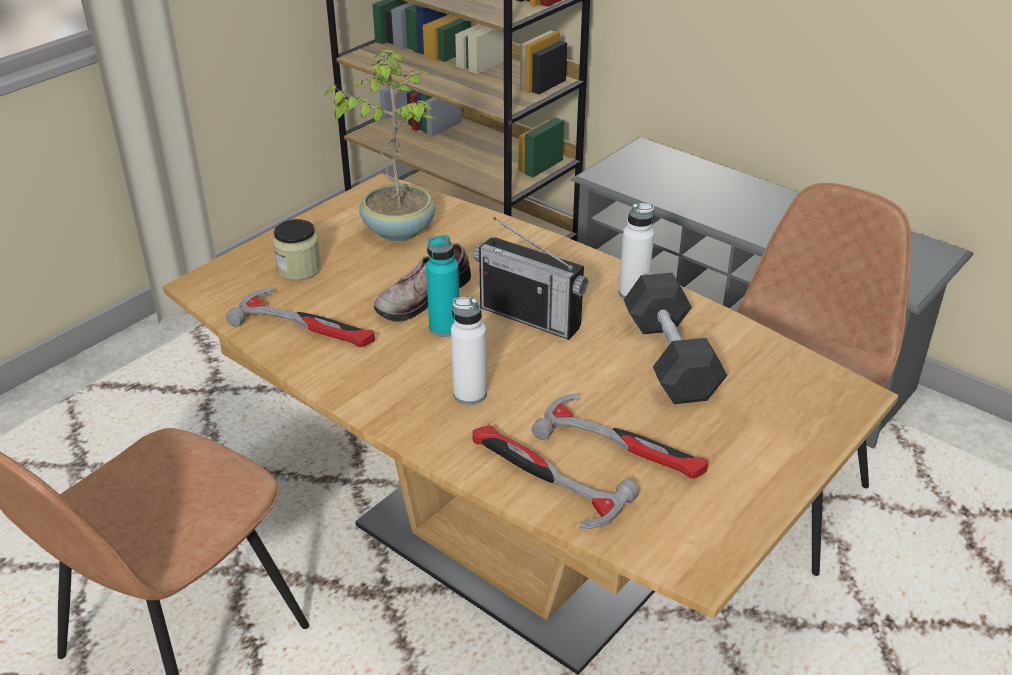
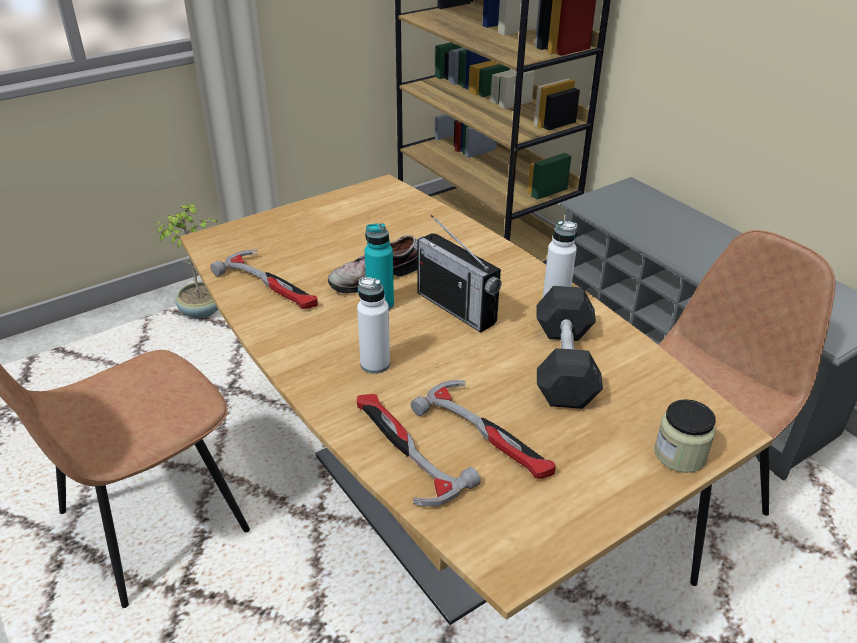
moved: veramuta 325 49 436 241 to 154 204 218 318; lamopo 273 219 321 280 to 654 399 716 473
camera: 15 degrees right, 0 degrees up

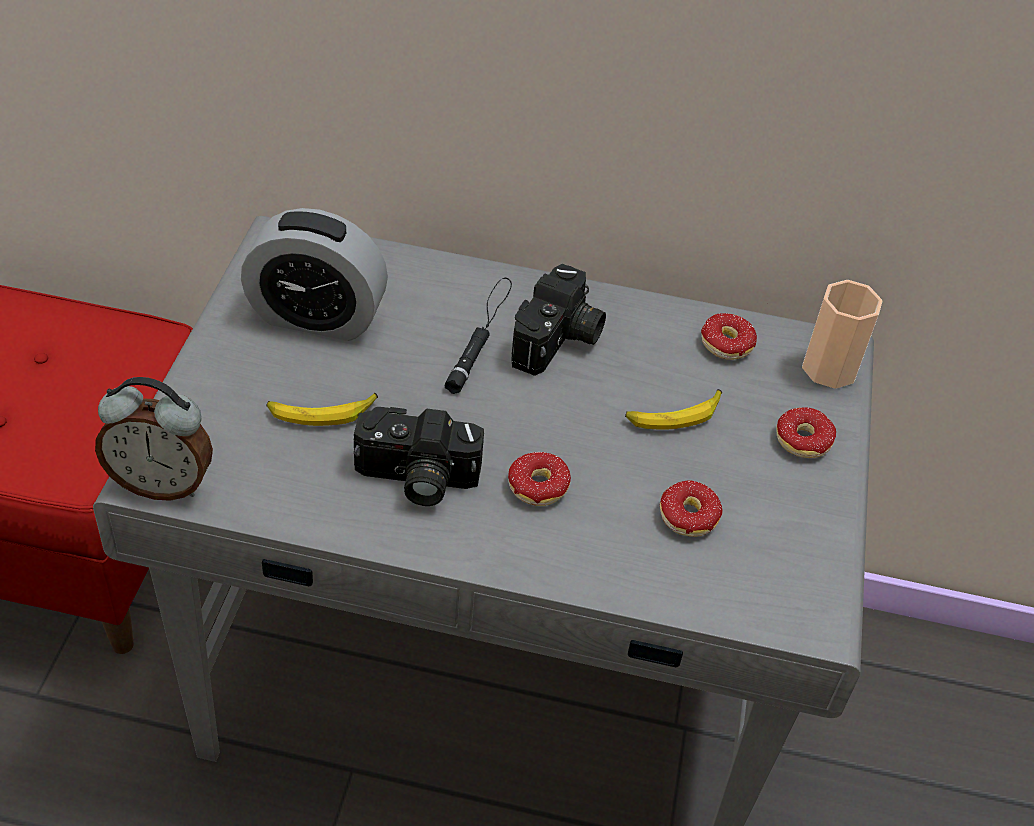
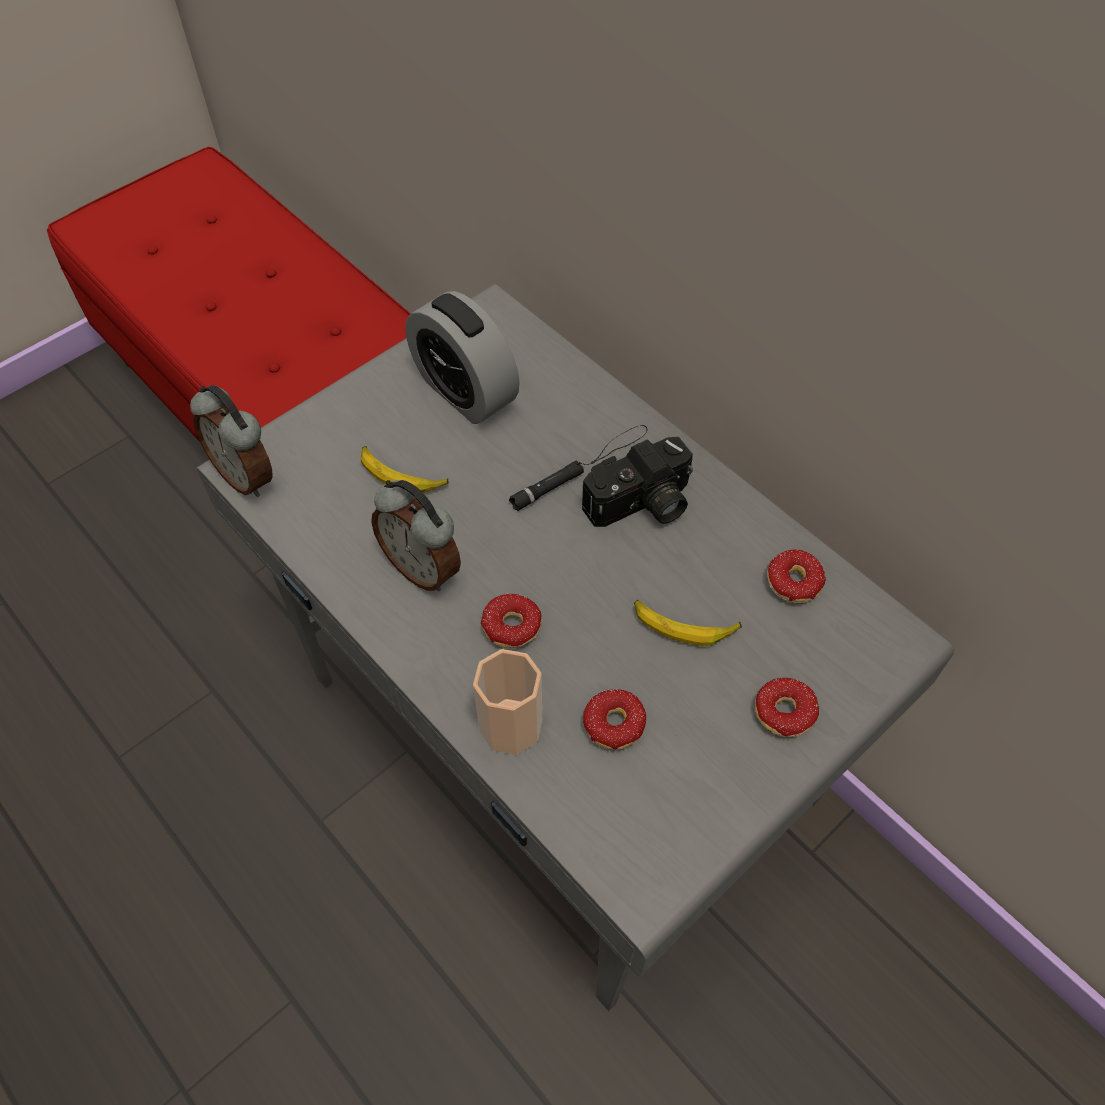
moved: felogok 802 280 883 389 to 473 649 542 755
replaced: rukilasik 353 407 484 506 to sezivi 371 480 461 591
camera: 40 degrees right, 10 degrees up

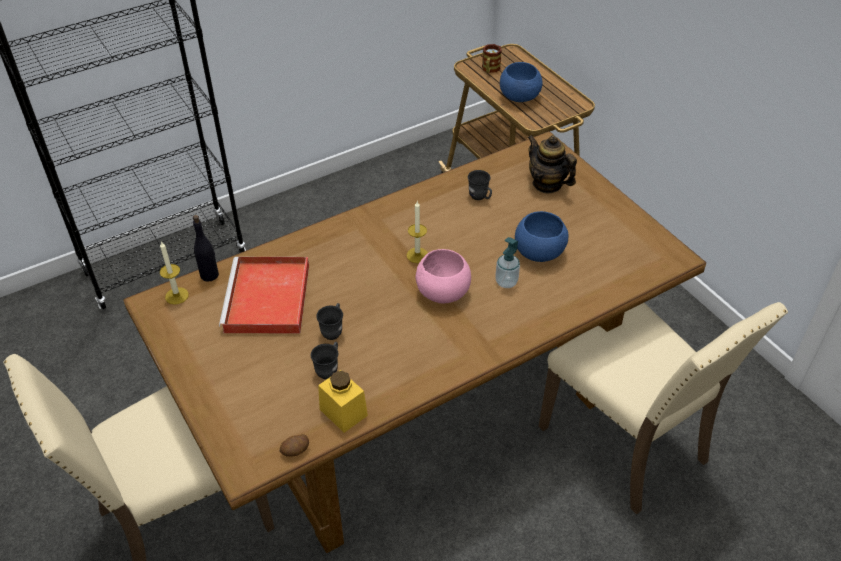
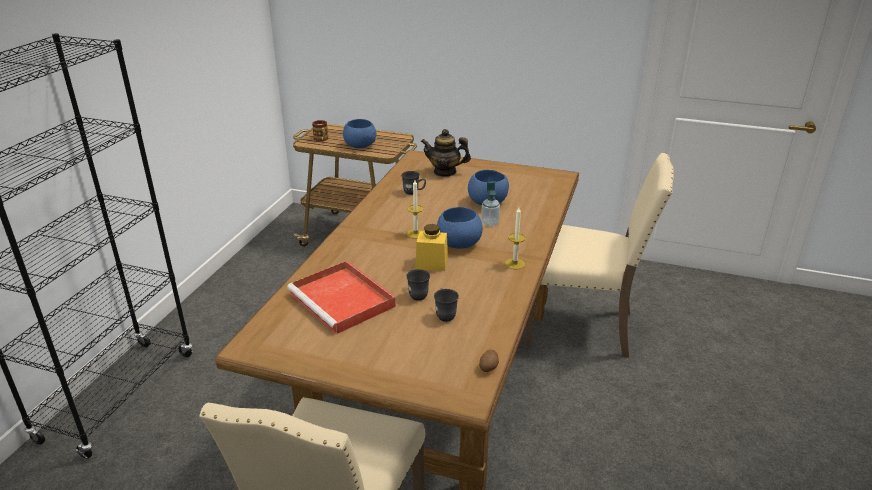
removed: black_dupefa 193 215 219 282
moved: yellow_lamopo 318 370 368 433 to 416 224 448 271; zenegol 160 241 189 305 to 505 207 525 269
recoloured: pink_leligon 416 249 471 303 to blue_leligon 437 207 483 249
camera: 40 degrees left, 15 degrees down

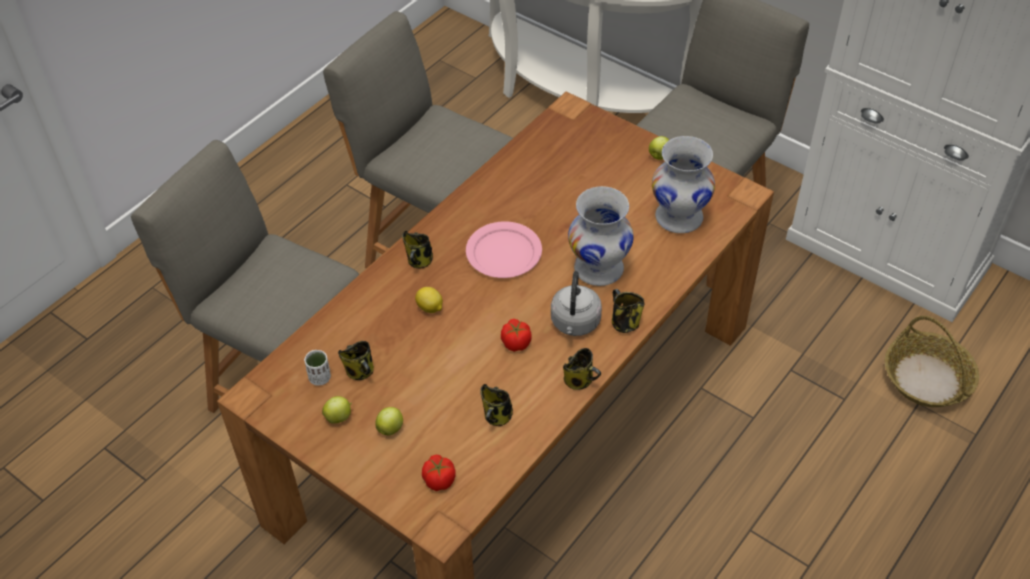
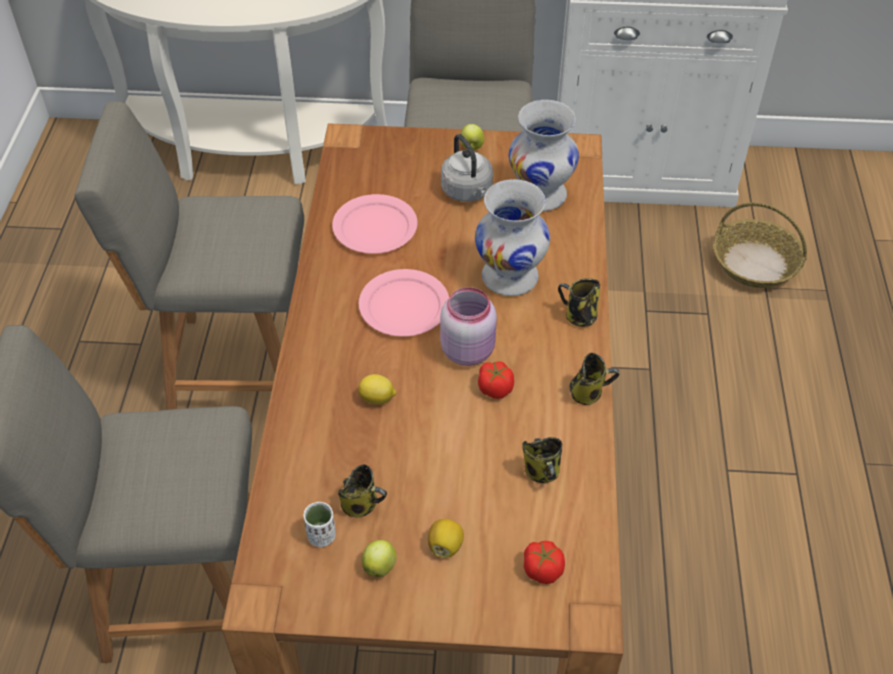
removed: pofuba 402 231 433 268
added: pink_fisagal 332 194 418 254; pink_lamopo 440 287 497 366
moved: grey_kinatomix 551 271 602 336 to 441 134 493 202
replaced: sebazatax 375 407 403 436 to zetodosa 428 519 464 558
camera: 35 degrees left, 0 degrees up

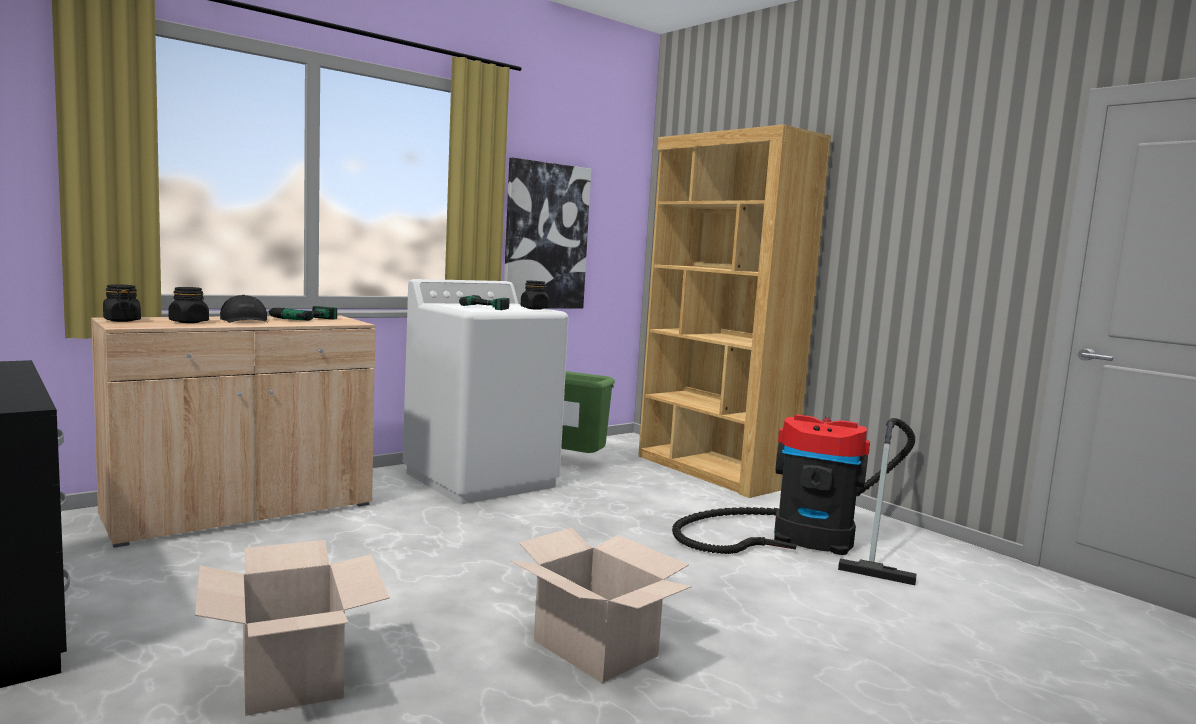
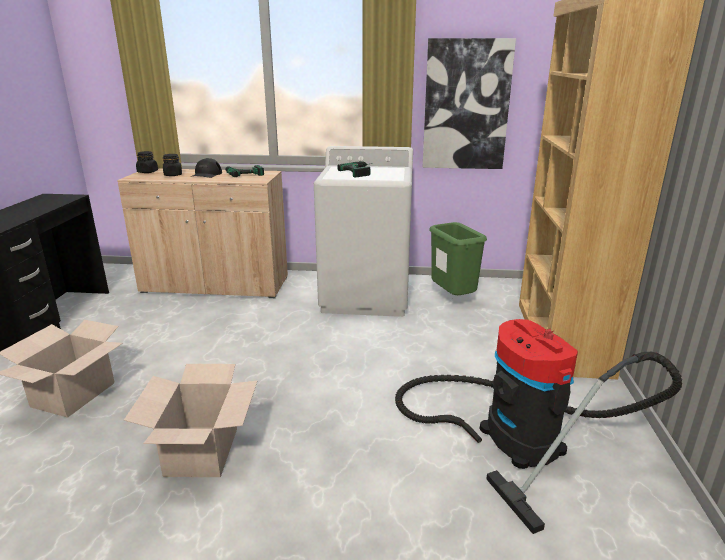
removed: black_lamopo 521 281 549 310
camera: 45 degrees right, 15 degrees up

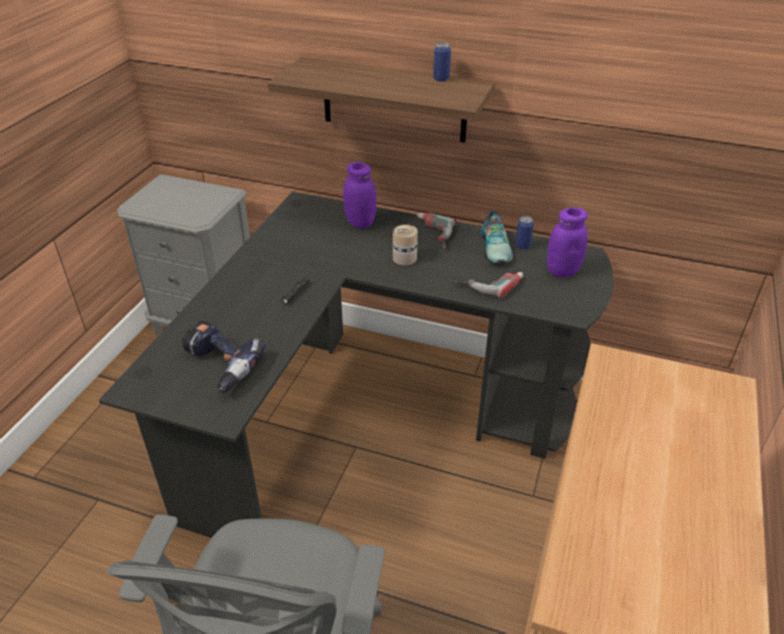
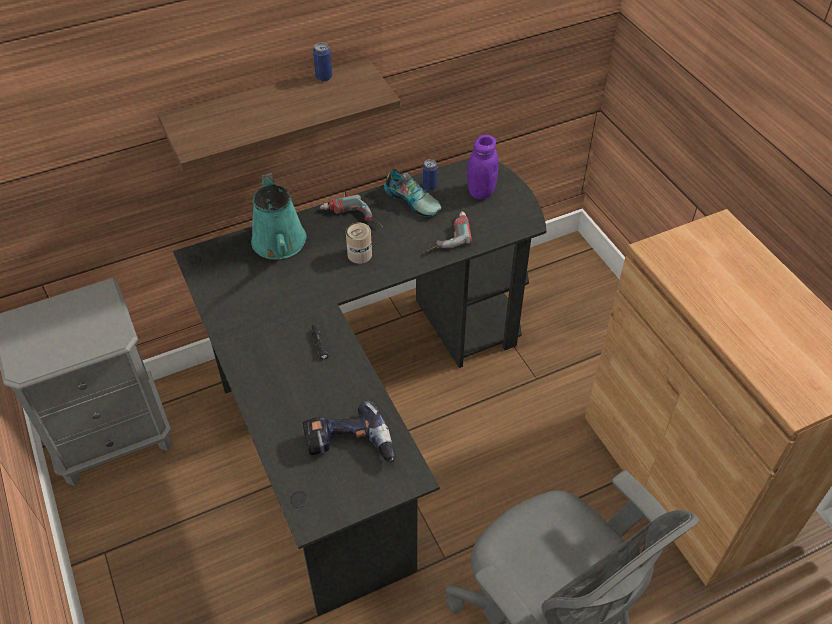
replaced: purple_lamopo 343 162 376 228 to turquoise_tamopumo 251 173 307 259
camera: 45 degrees left, 10 degrees up

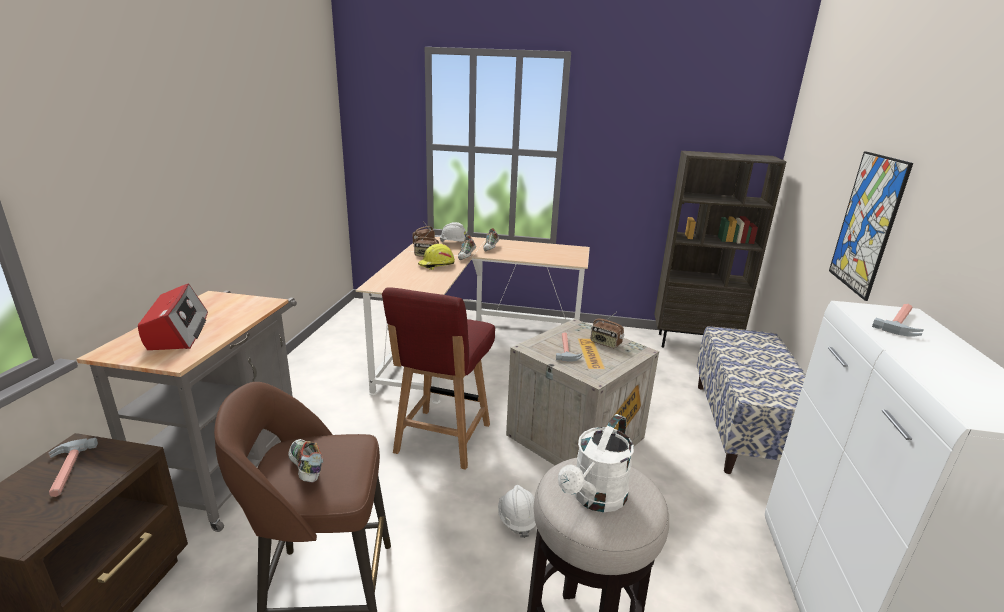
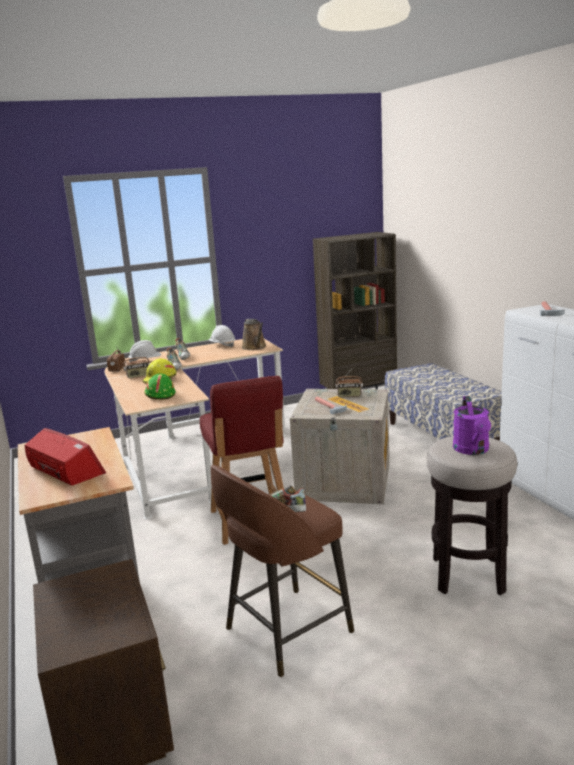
removed: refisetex 48 438 98 497; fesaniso 829 151 913 301
added: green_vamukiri 144 373 176 400; brown_tamopumo 242 319 266 350
moved: white_vamukiri 498 485 536 538 to 208 325 235 348
recoloured: white_tamopumo 558 414 634 512 to purple_tamopumo 453 396 491 455
camera: 30 degrees left, 5 degrees down

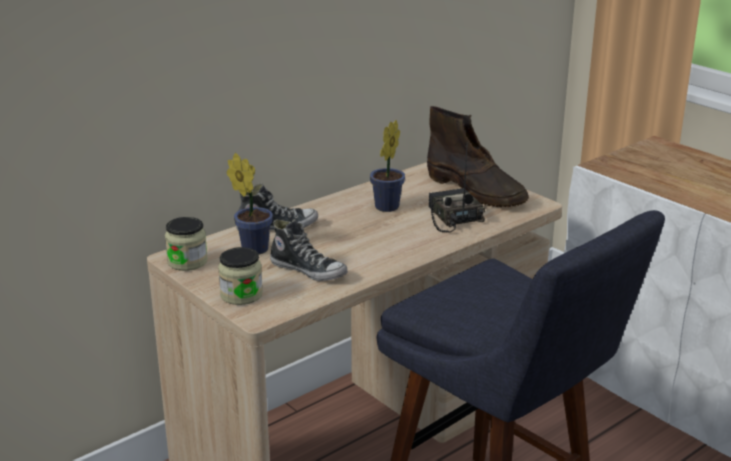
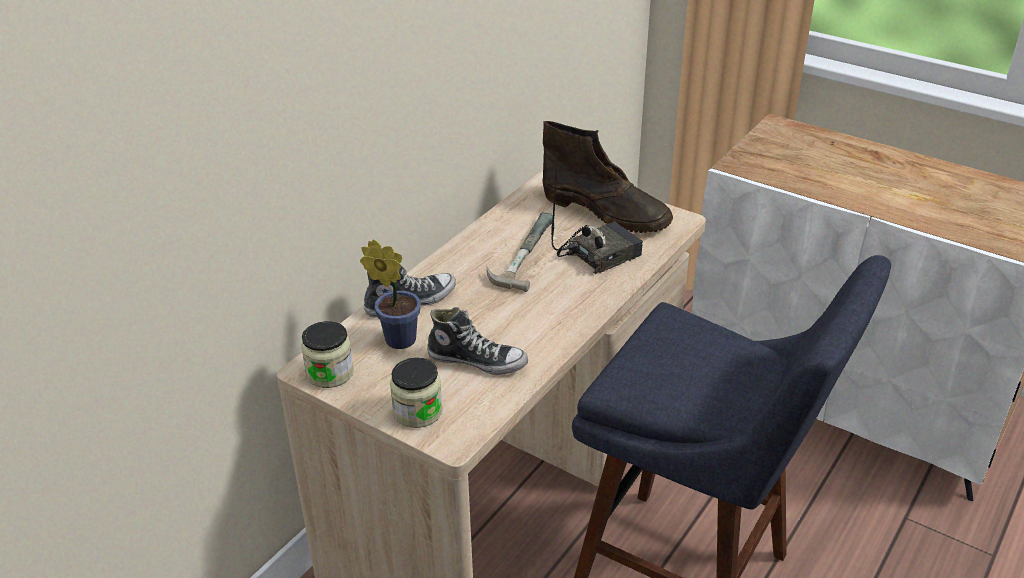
replaced: veramuta 370 120 405 212 to refisetex 486 212 553 292
turned: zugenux 428 142 485 233 = 551 169 643 274 90 degrees clockwise
camera: 15 degrees left, 10 degrees up

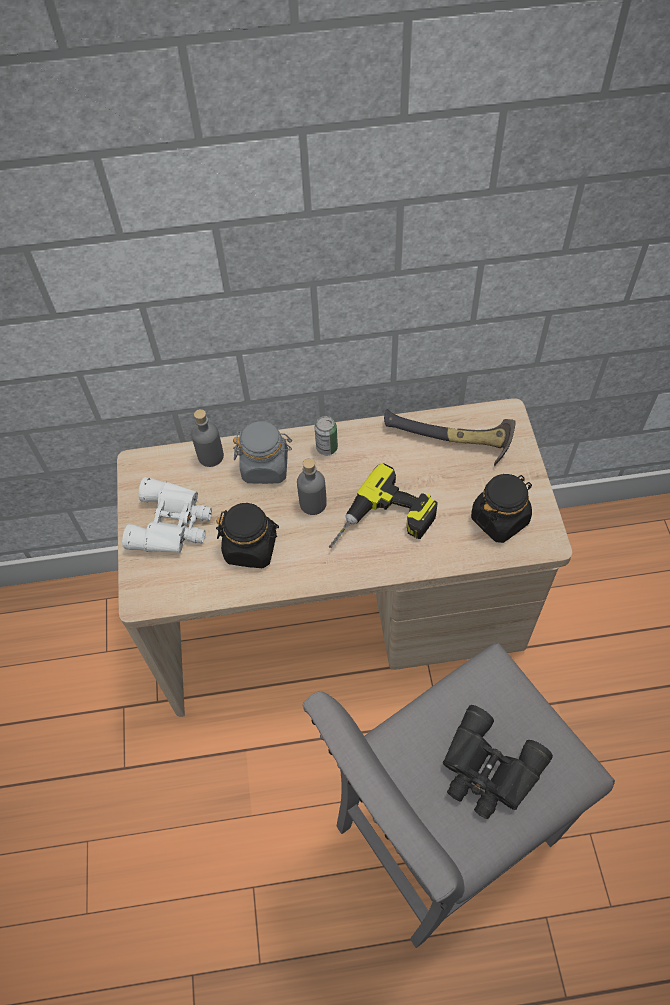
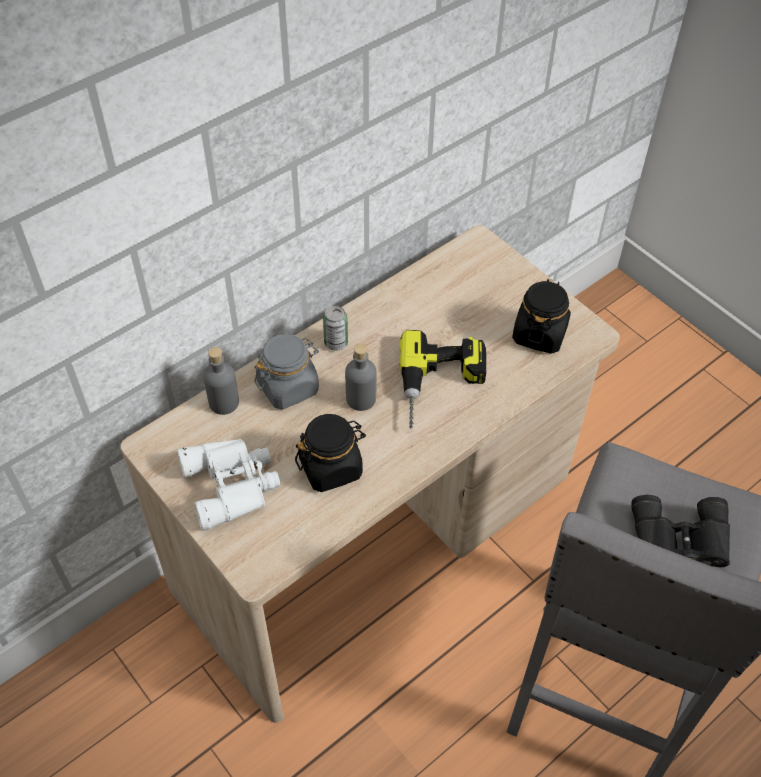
removed: refisetex 384 409 516 466
camera: 35 degrees left, 5 degrees down

